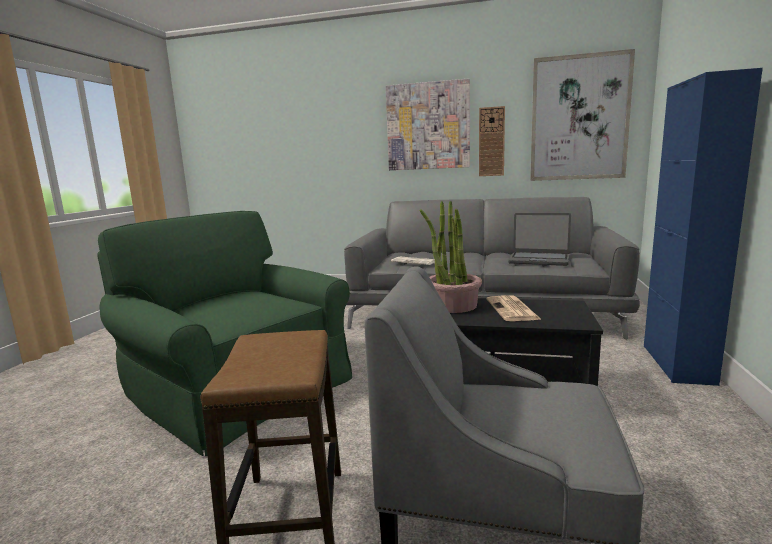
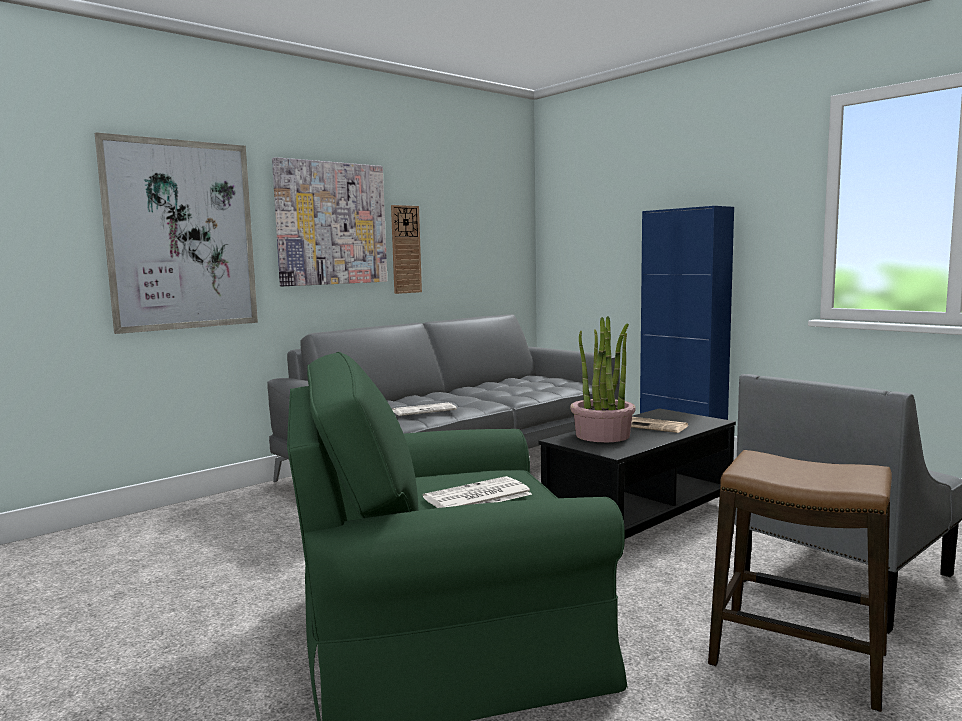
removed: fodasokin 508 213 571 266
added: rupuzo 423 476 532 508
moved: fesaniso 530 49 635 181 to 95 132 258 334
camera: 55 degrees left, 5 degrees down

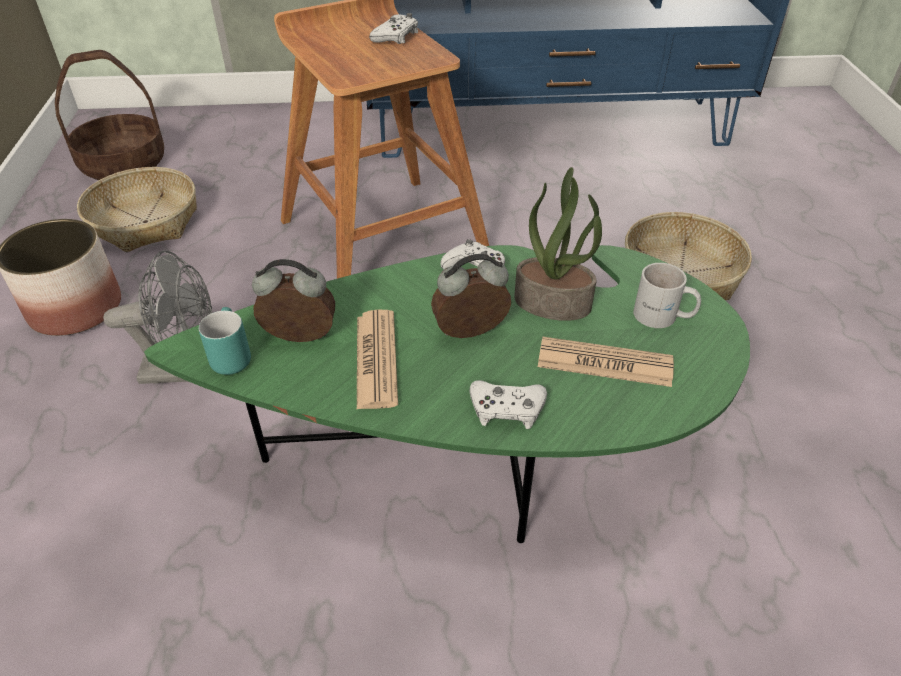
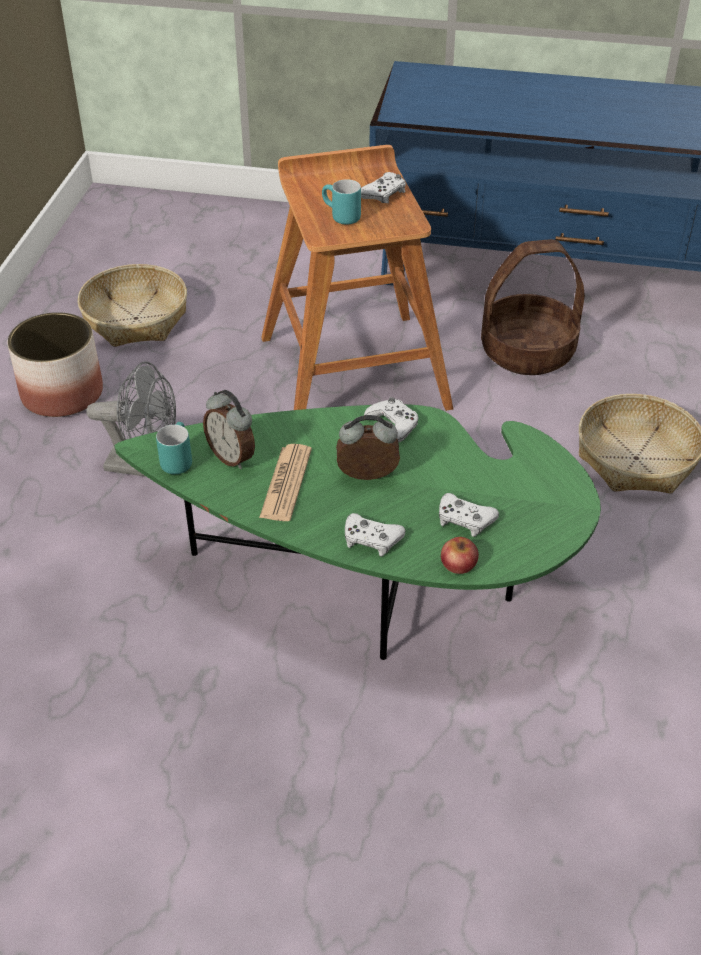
removed: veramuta 514 167 602 321; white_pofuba 633 263 701 328
added: turquoise_pofuba 322 179 361 225; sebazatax 441 537 479 574
moved: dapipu 55 50 164 180 to 481 239 585 375
replaced: rupuzo 538 337 674 387 to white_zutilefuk 439 493 499 537
turned: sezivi 252 259 335 342 = 203 390 255 469 150 degrees counterclockwise
camera: 15 degrees right, 0 degrees up

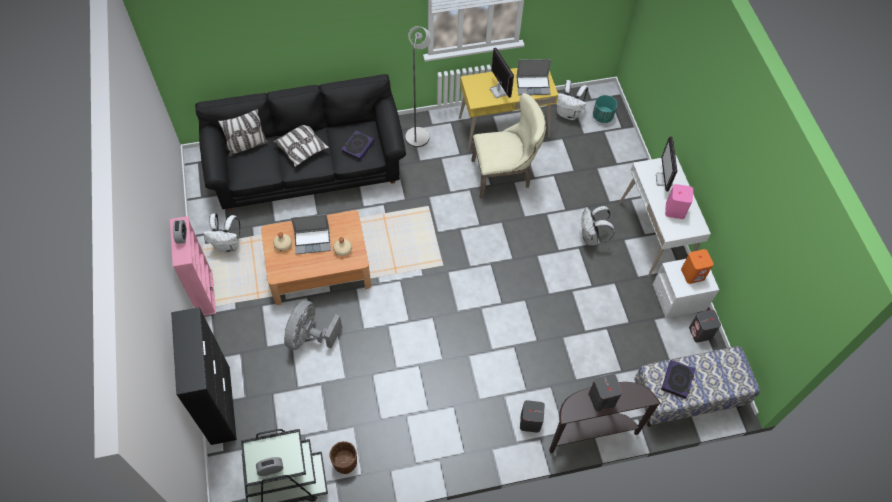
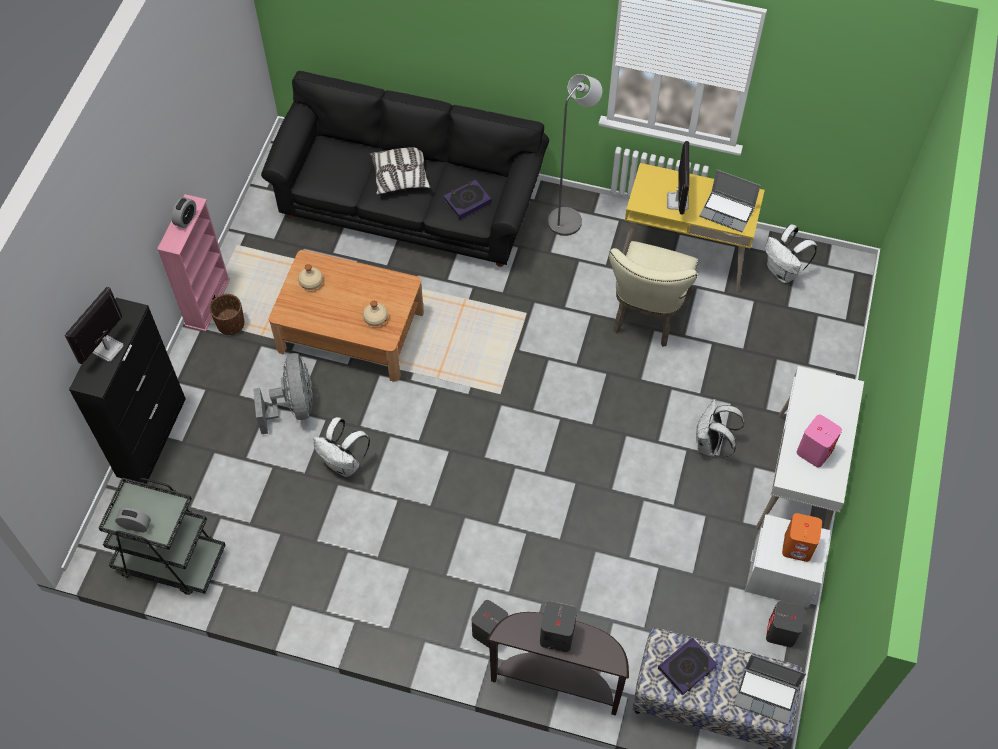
removed: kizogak 218 109 268 156; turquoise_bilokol 593 95 617 123
moved: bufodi 656 136 677 191 to 65 287 124 364; brown_bilokol 330 441 357 474 to 210 294 244 335; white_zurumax 203 213 240 253 to 314 417 370 477; fodasokin 291 214 331 254 to 734 654 806 725
turned: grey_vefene 284 300 342 350 = 253 353 313 434 120 degrees clockwise; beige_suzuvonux 471 93 546 198 = 609 241 698 347 90 degrees clockwise
camera: 30 degrees right, 0 degrees up

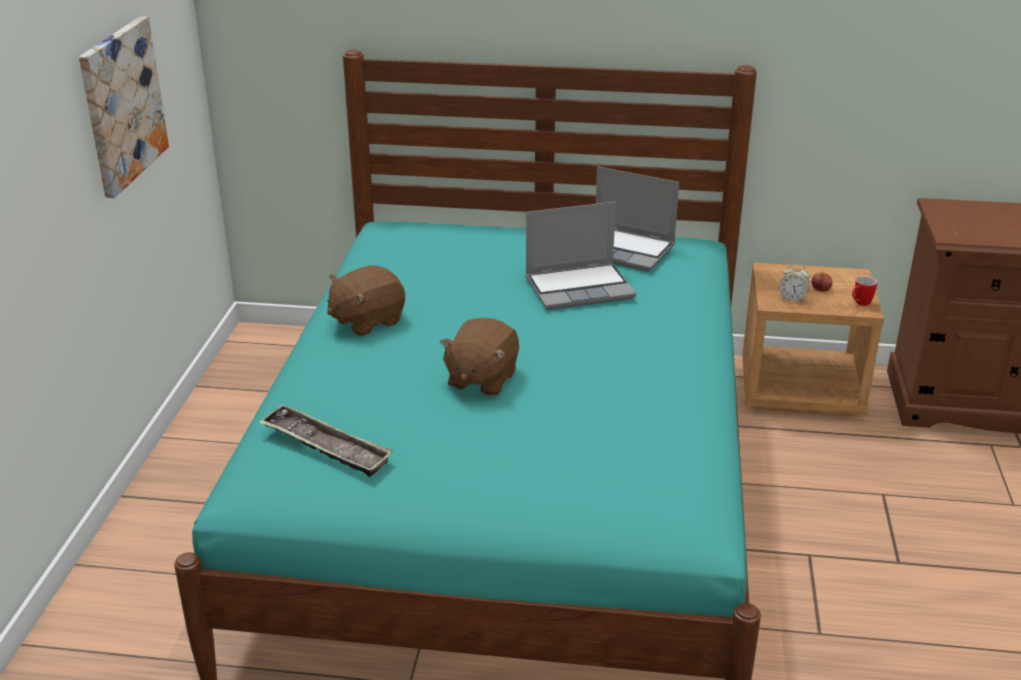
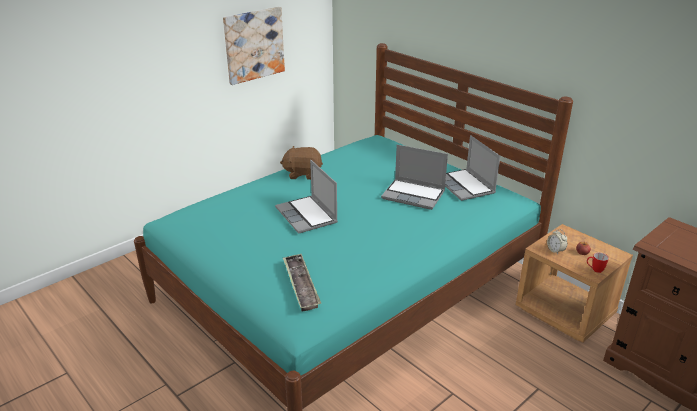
moved: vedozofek 259 405 393 477 to 283 254 321 311
replaced: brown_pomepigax 440 318 519 396 to fodasokin 275 160 338 234
camera: 40 degrees right, 0 degrees up

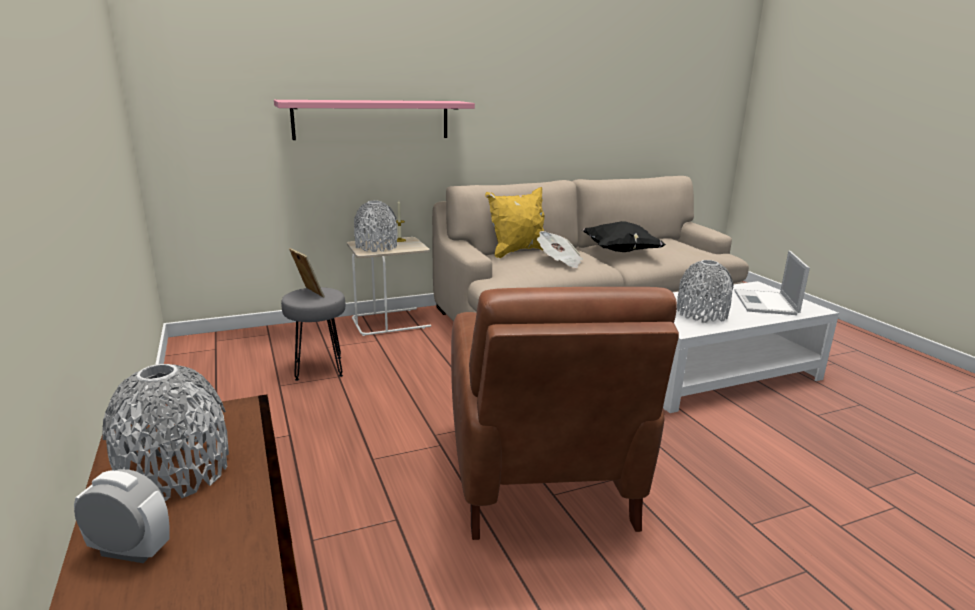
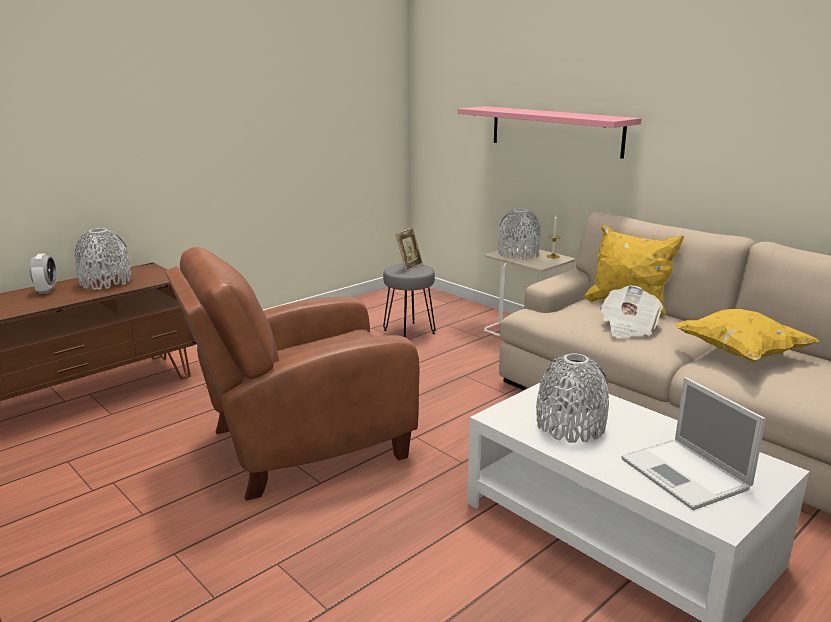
recoloured: black_kizogak 582 221 666 252 to yellow_kizogak 674 309 819 363
turned: fodasokin 734 251 810 315 = 621 377 766 510 105 degrees counterclockwise
camera: 70 degrees right, 0 degrees up

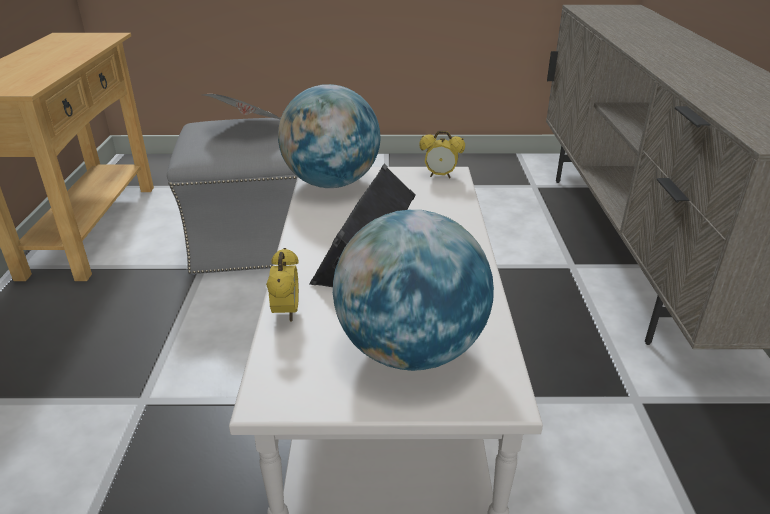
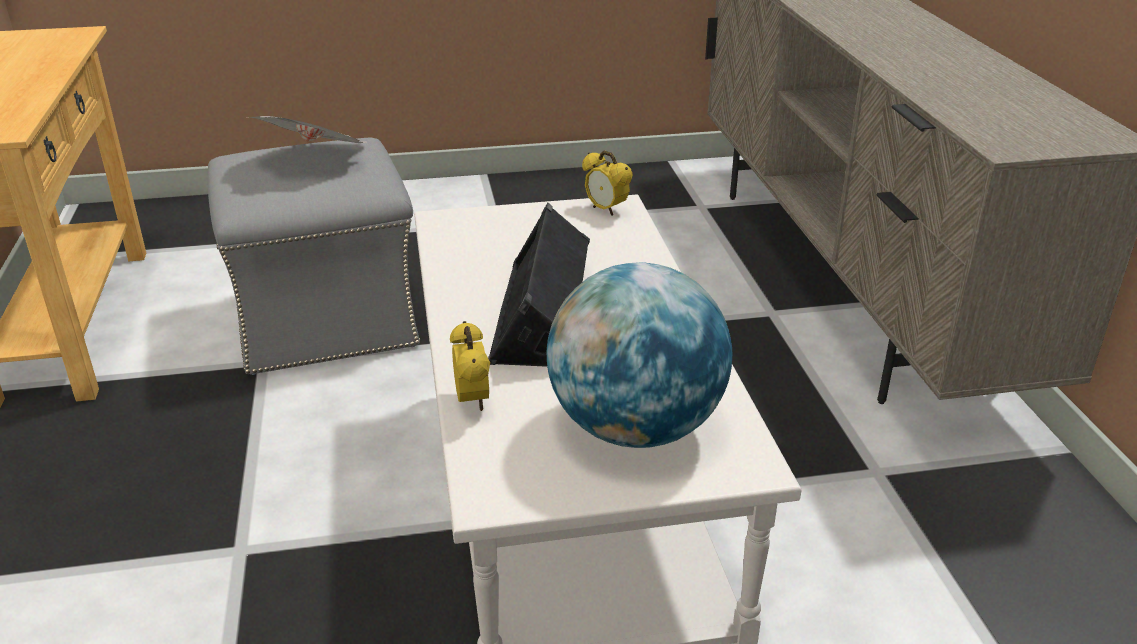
removed: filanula 278 84 380 188
turned: sezivi 419 131 465 178 = 582 151 633 216 45 degrees clockwise
camera: 10 degrees left, 0 degrees up

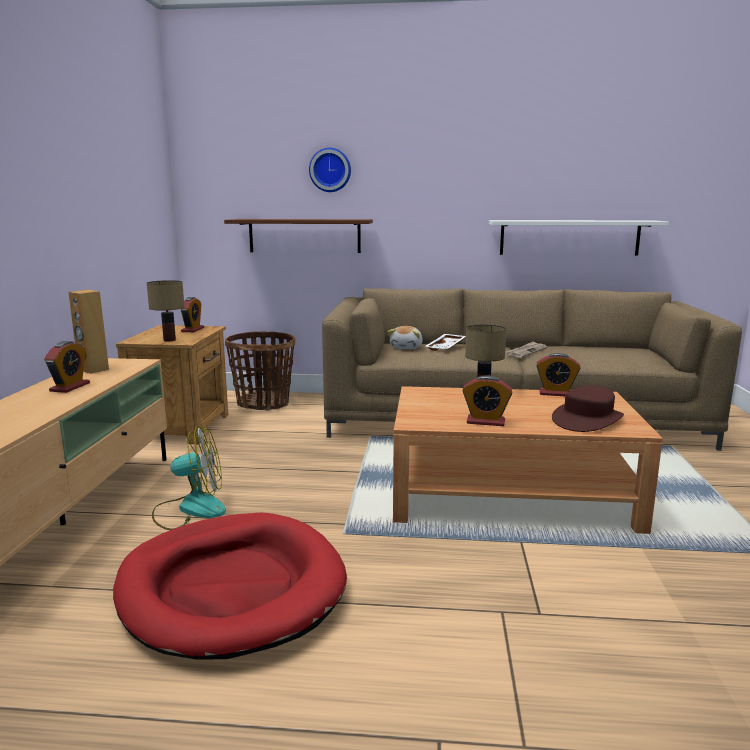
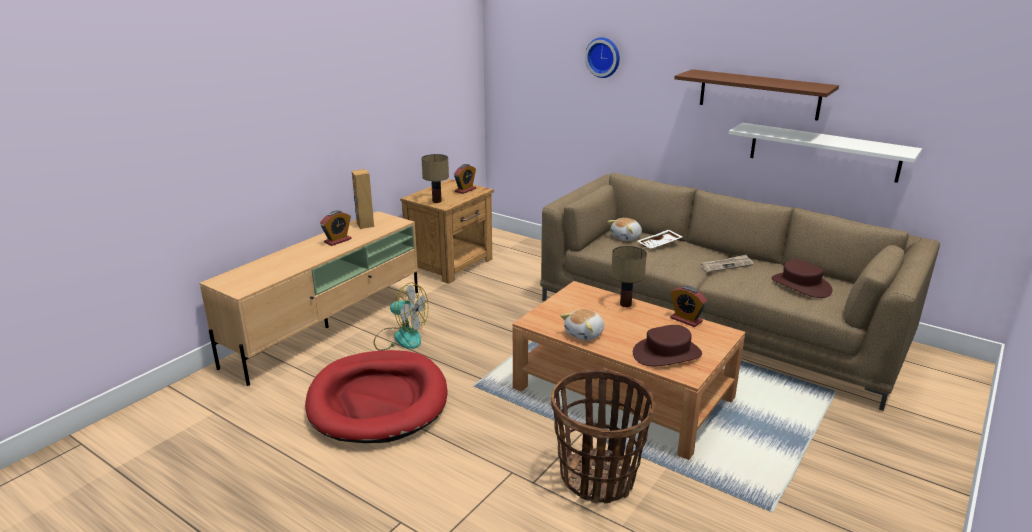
added: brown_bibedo 771 259 833 298
moved: dapipu 225 331 295 411 to 551 370 655 504; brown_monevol 224 219 373 253 to 674 69 839 121
replaced: sezivi 462 375 512 426 to pomepigax 560 309 604 341
camera: 30 degrees right, 10 degrees up

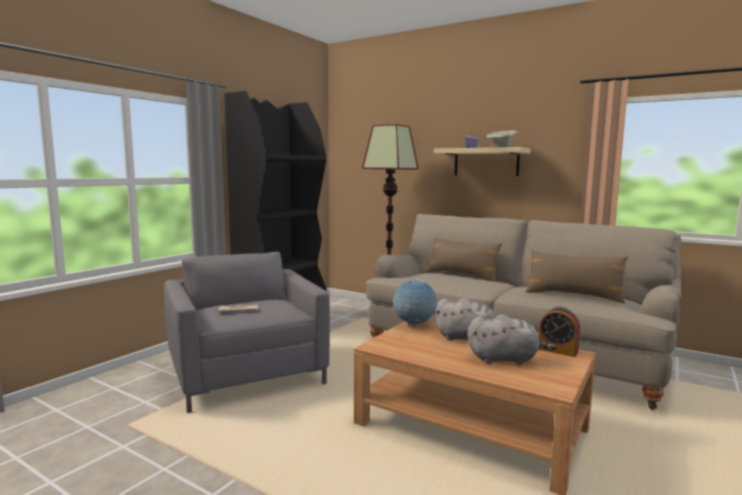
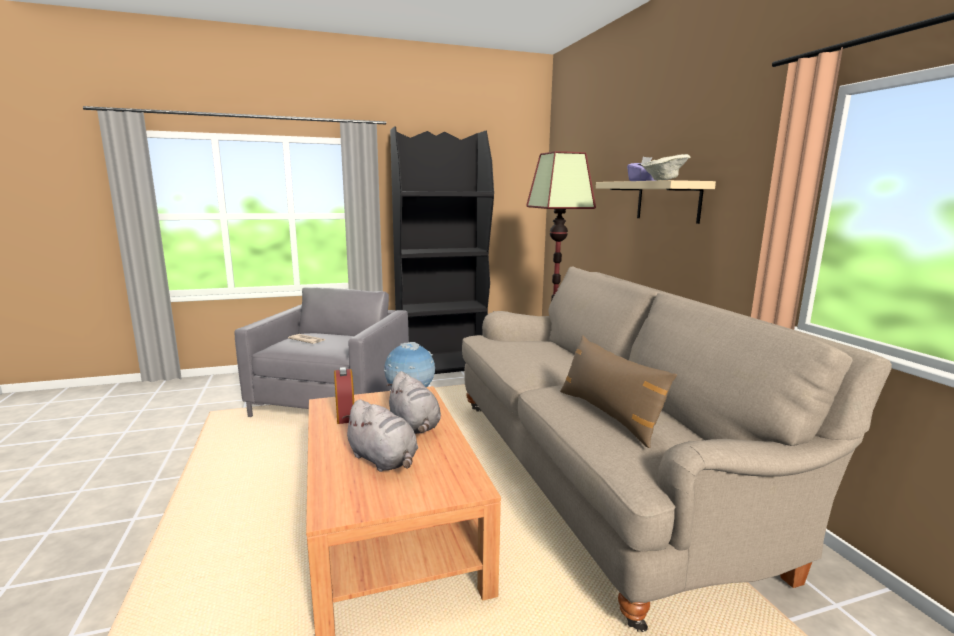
removed: brown_kizogak 427 237 502 281
moved: sezivi 538 307 580 357 to 334 367 354 424
camera: 40 degrees right, 5 degrees up

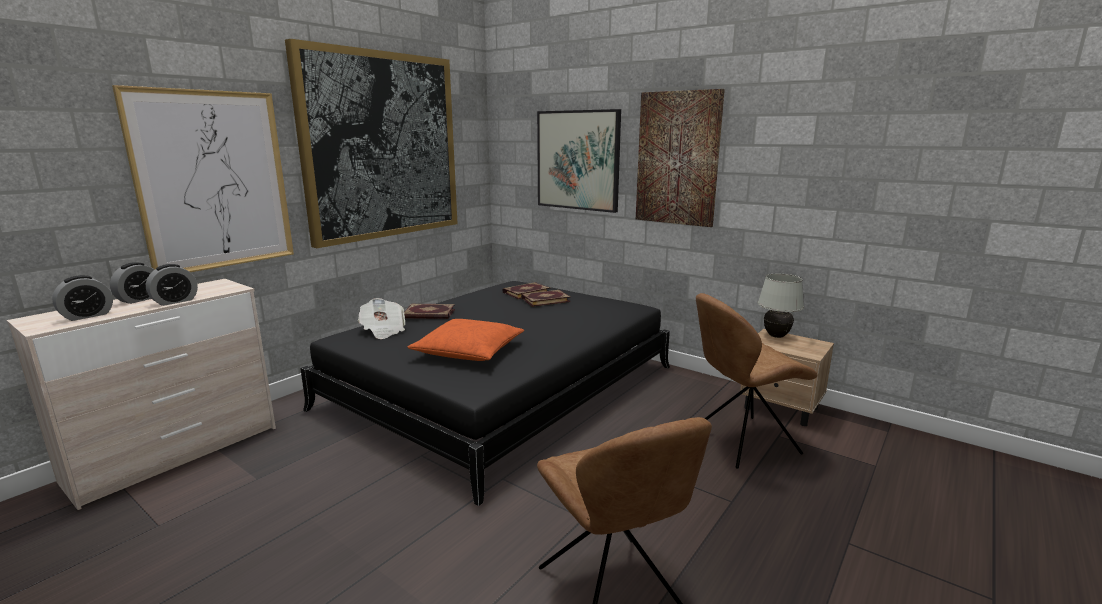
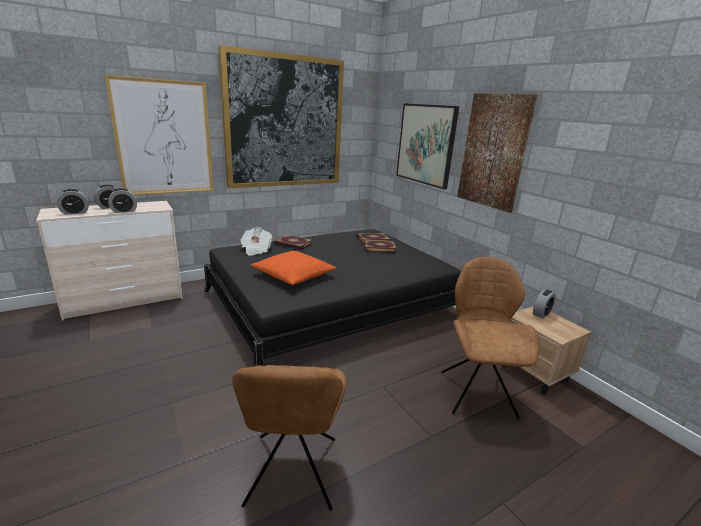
replaced: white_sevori 758 274 804 338 to sezivi 533 290 556 318
turned: brown_suzuvonux 696 293 818 469 = 441 257 539 419 90 degrees clockwise
camera: 20 degrees right, 5 degrees up

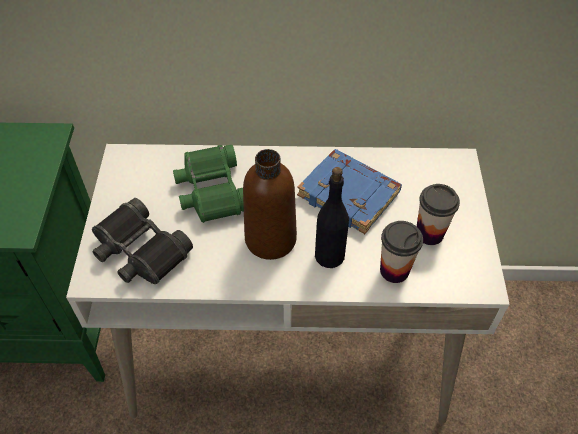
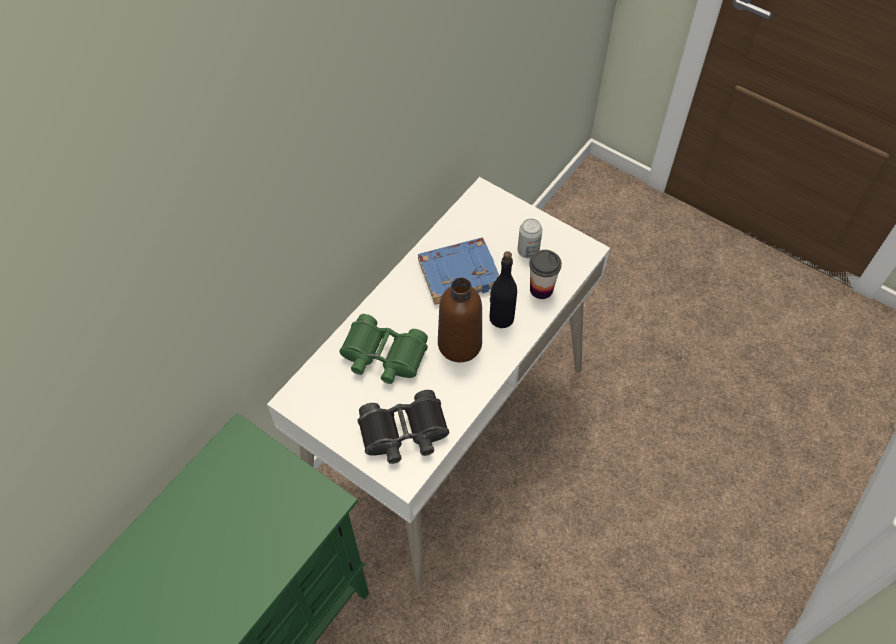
replaced: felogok 417 184 460 245 to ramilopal 518 218 542 259
camera: 55 degrees left, 5 degrees up

